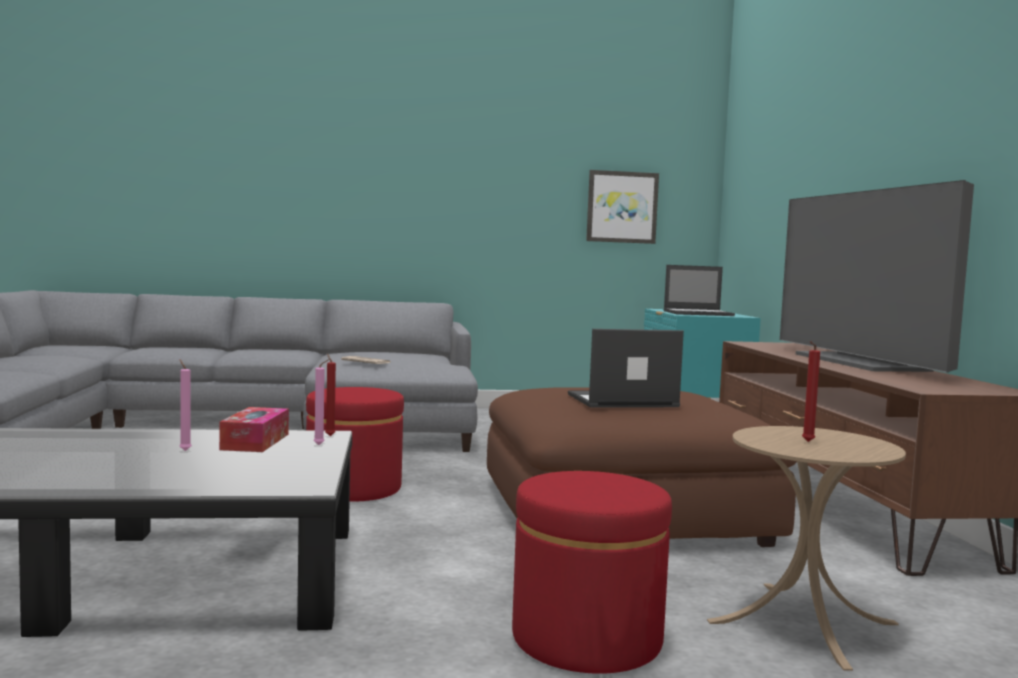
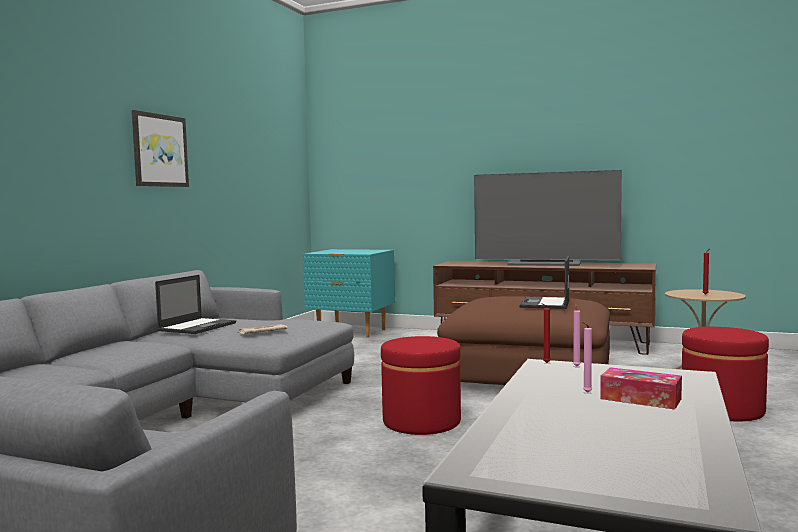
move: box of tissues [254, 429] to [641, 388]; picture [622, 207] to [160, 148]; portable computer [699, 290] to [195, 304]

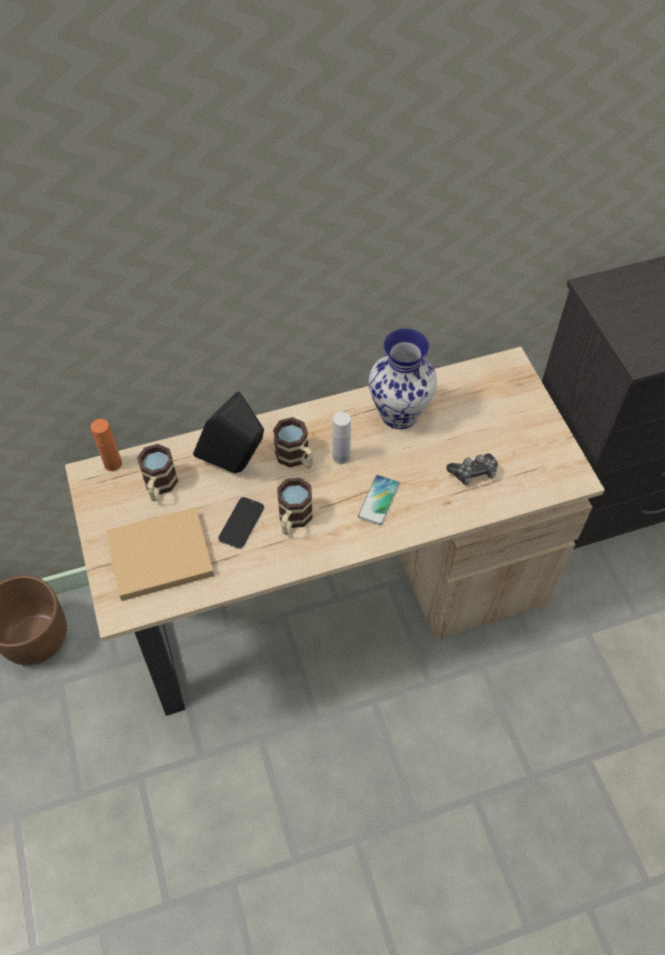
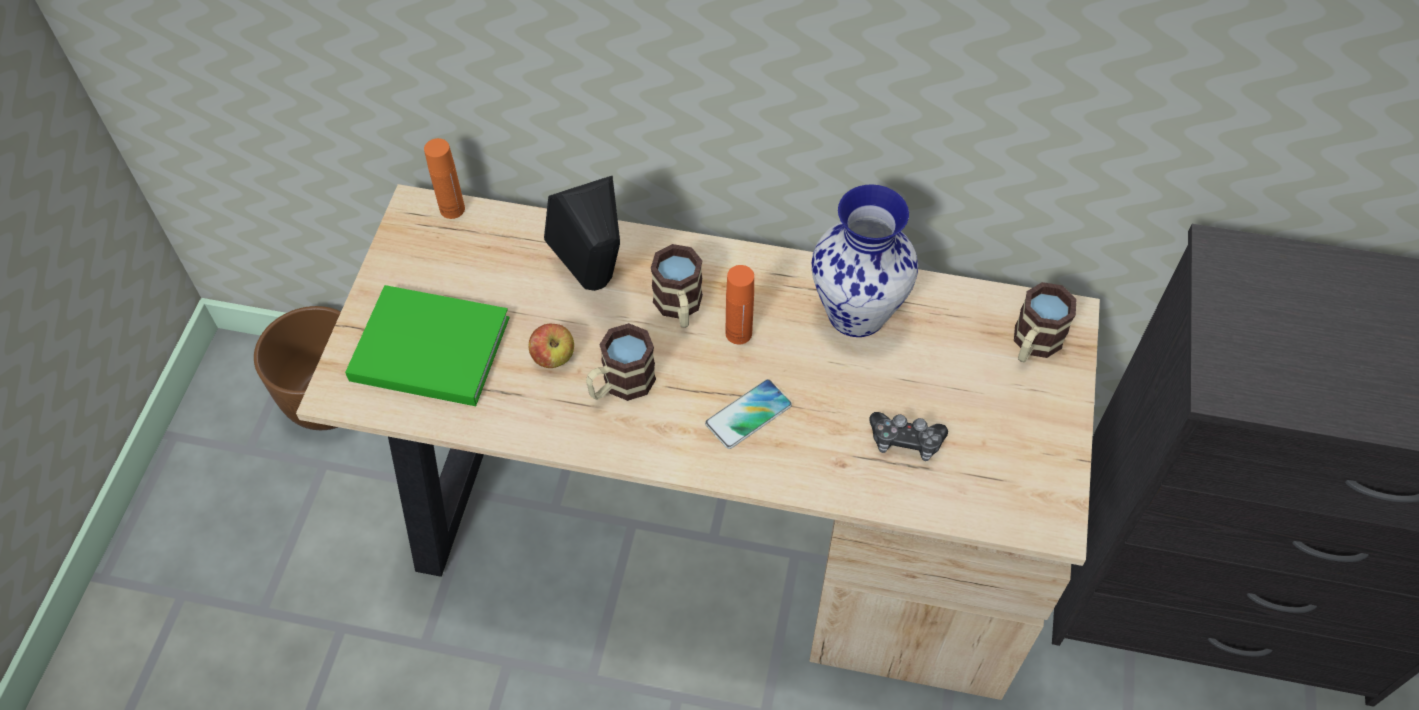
move: tea mug [157, 472] to [1045, 322]
replace: phone [241, 523] to apple fruit [551, 346]
recolor: bound book/beige [160, 554] to bound book/greenish [427, 345]; drink bottle/whitish [341, 438] to drink bottle/orange-coloured [739, 305]

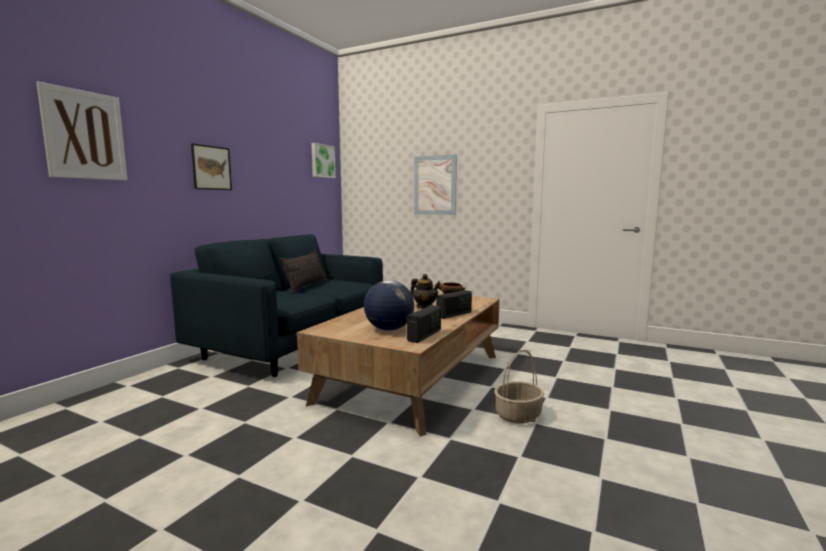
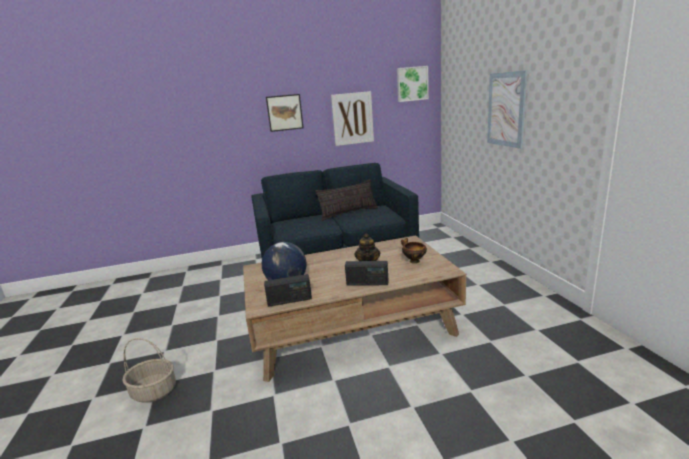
move: picture [81, 130] to [352, 118]; household basket [519, 387] to [149, 370]

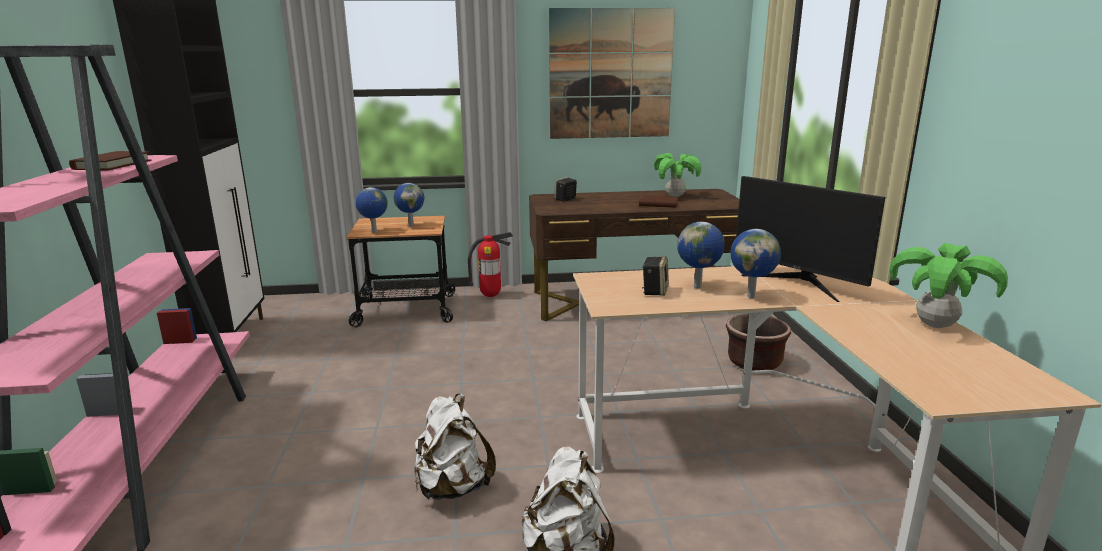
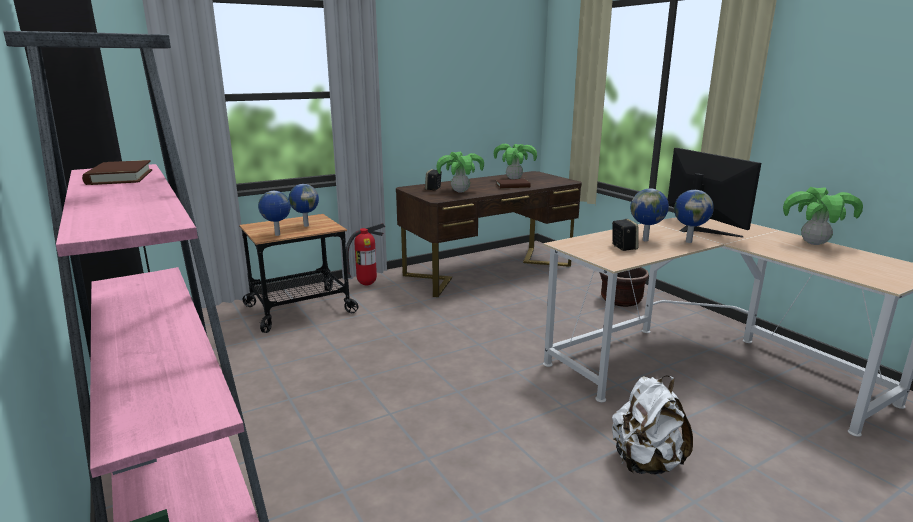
delete: rucksack/whitish [455, 447]; picture [612, 73]
insert: potted plant [460, 172]
rotate: computer screen [810, 239] = [714, 193] 135 degrees counterclockwise

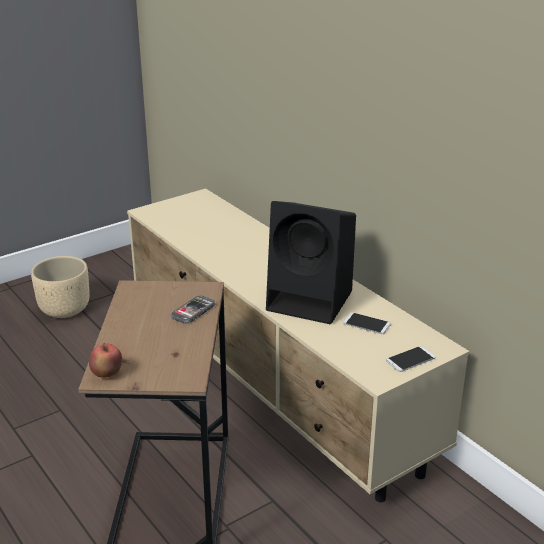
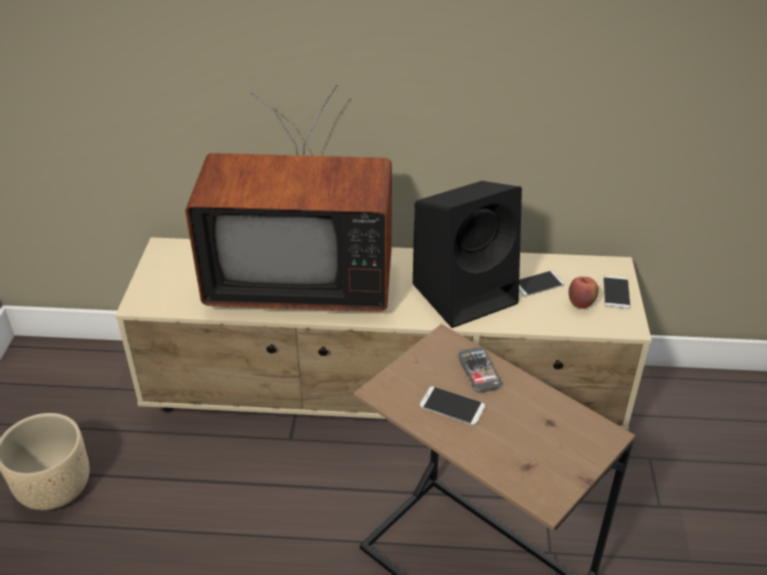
insert: TV set [288, 198]; phone [452, 405]
move: apple fruit [105, 360] to [583, 293]

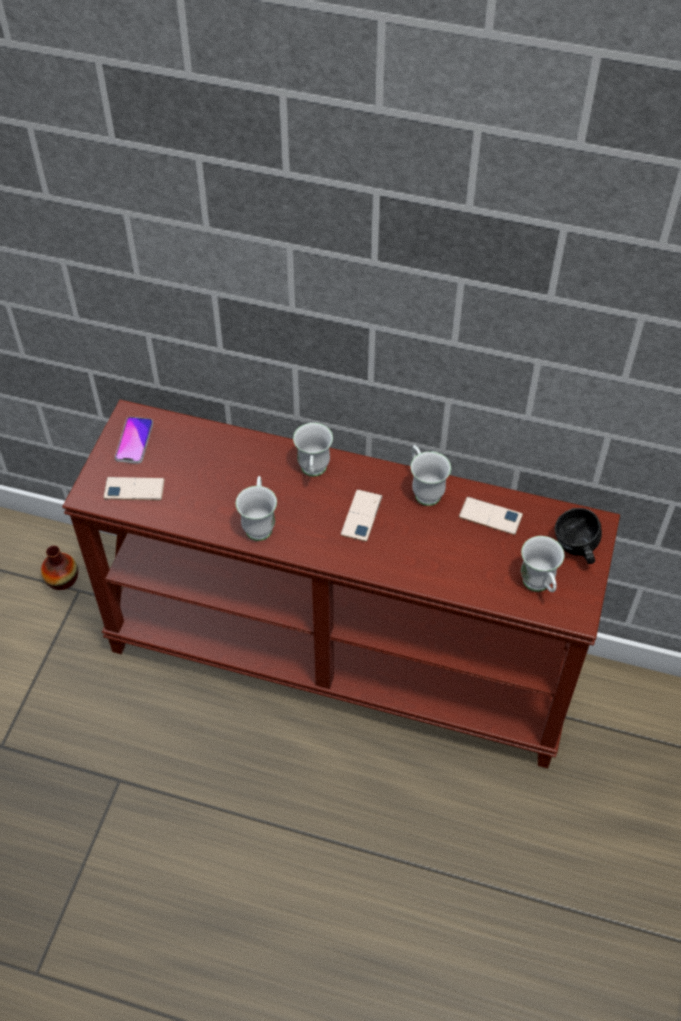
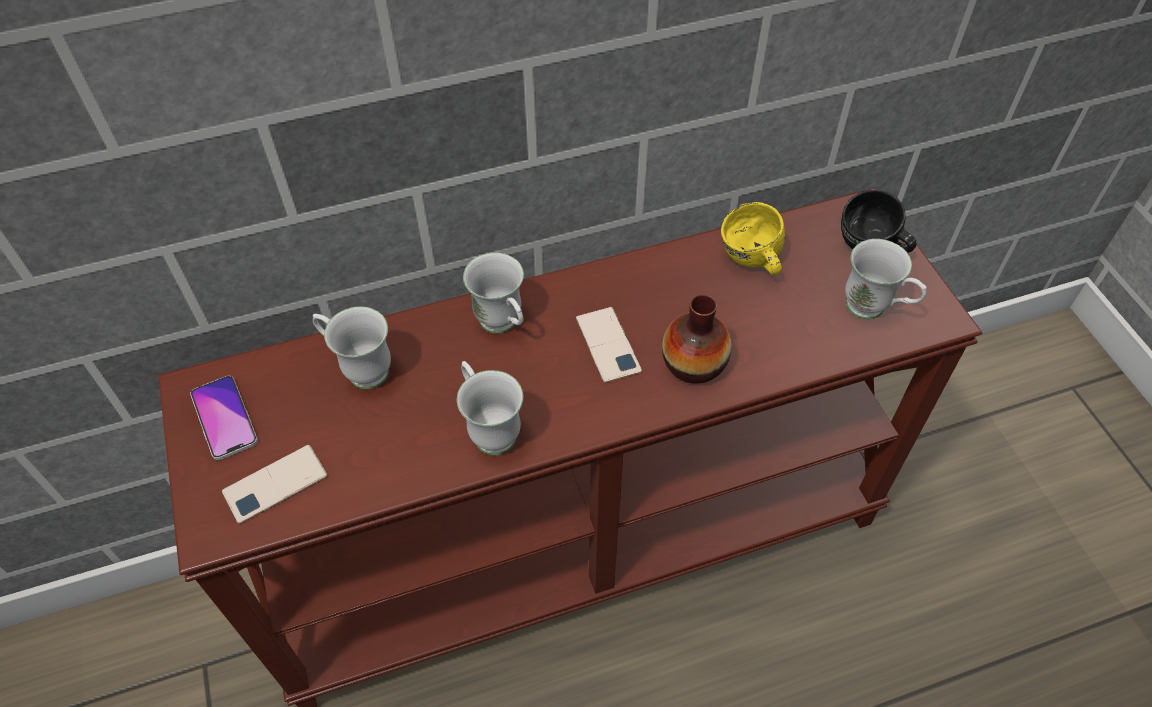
move: flower vase [59, 568] to [697, 339]; tea mug/whitish [431, 475] to [352, 347]
replace: phone [491, 516] to tea mug/yellow-coloured [753, 238]

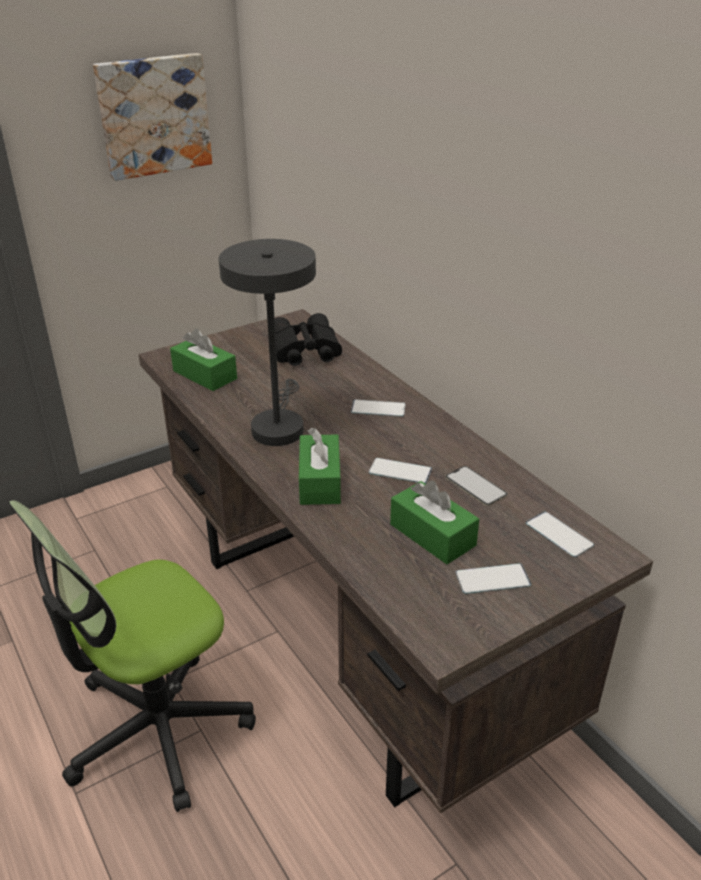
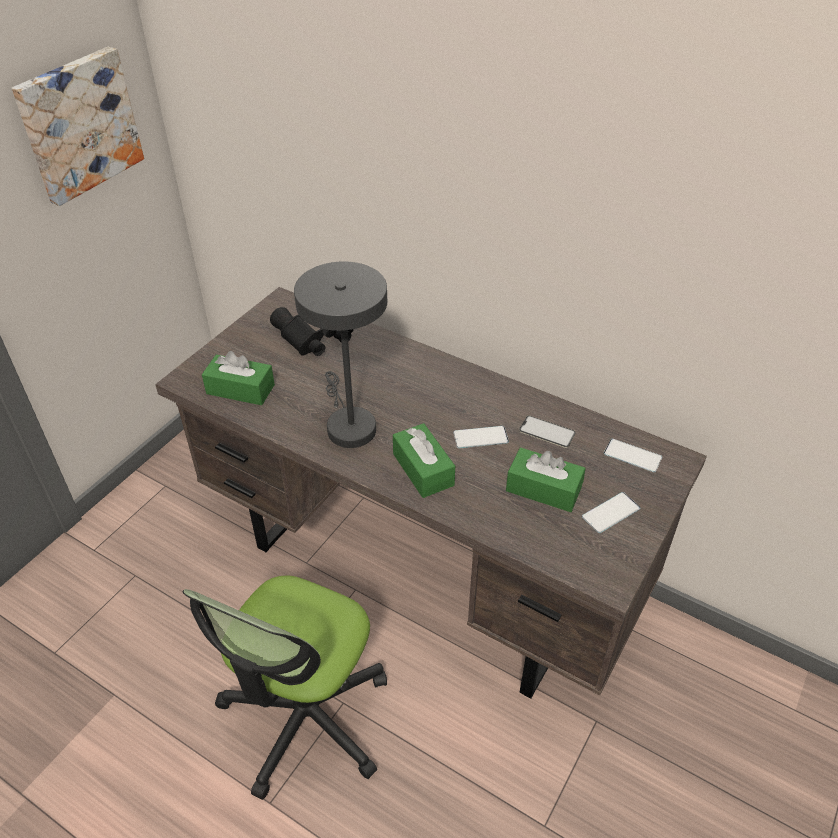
delete: phone [378, 408]

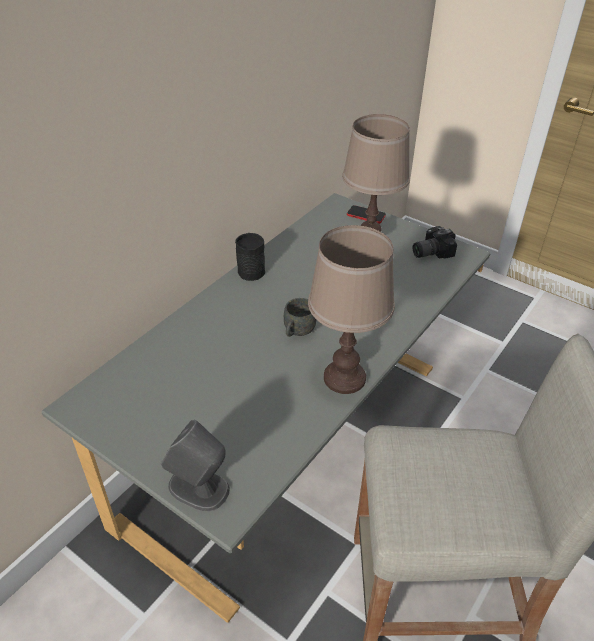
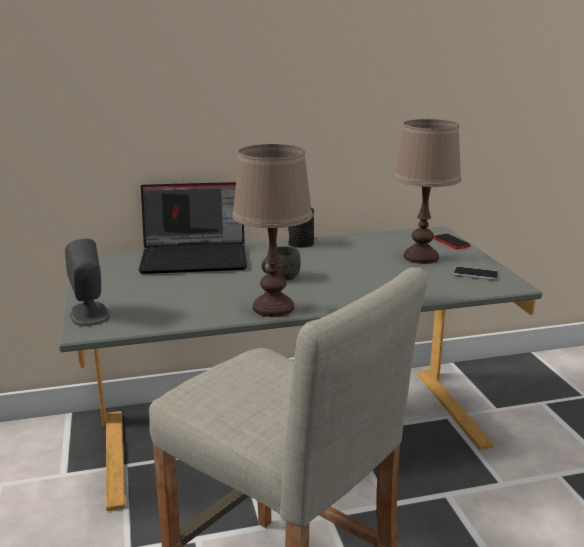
insert: portable computer [192, 228]
replace: still camera [435, 242] to phone [475, 273]

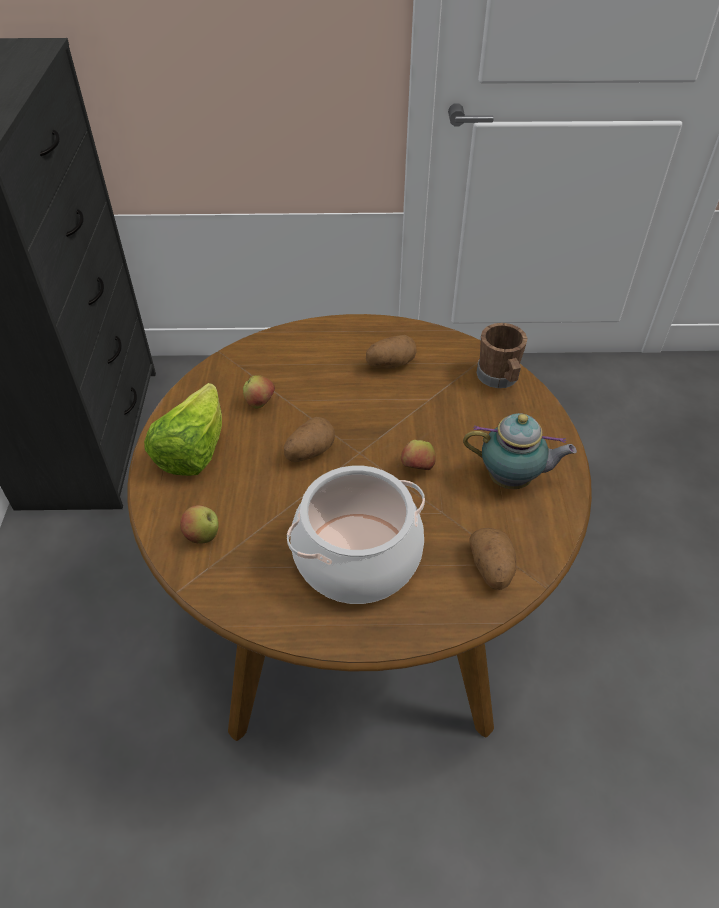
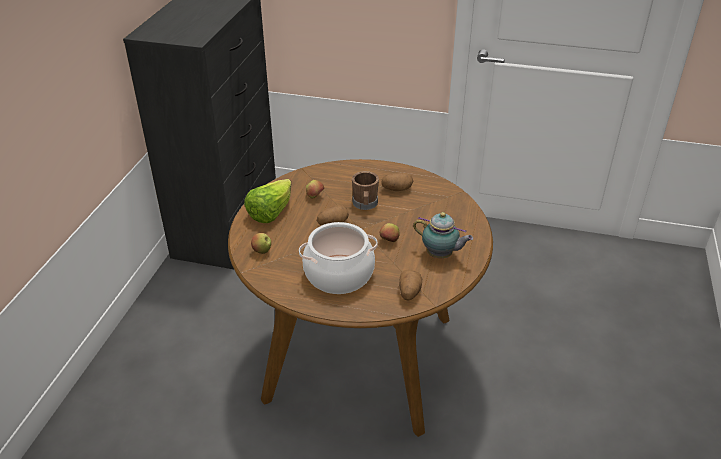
move: tea mug/brownish [501, 355] to [365, 190]

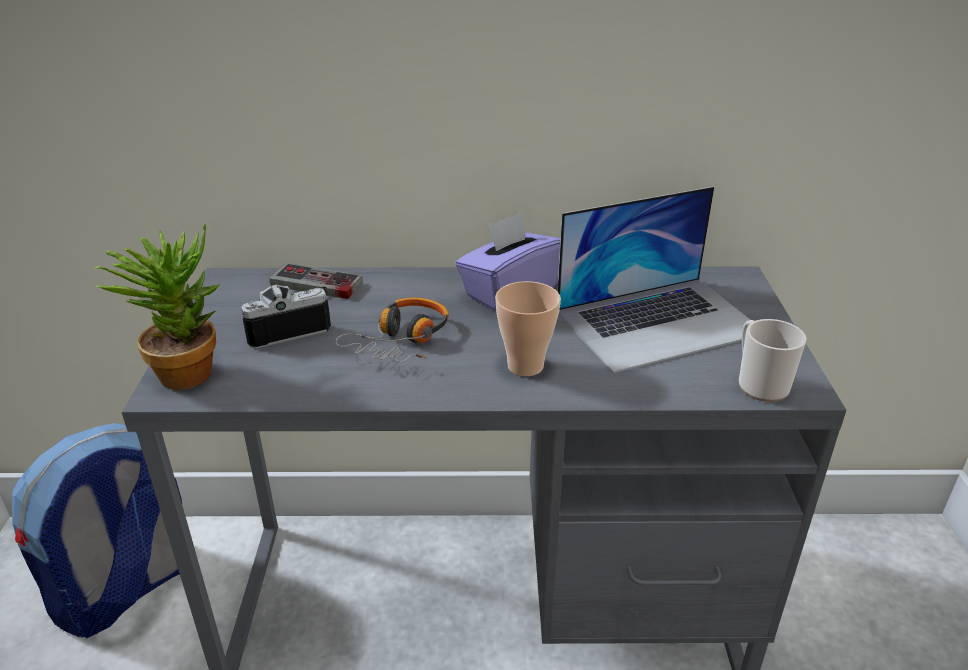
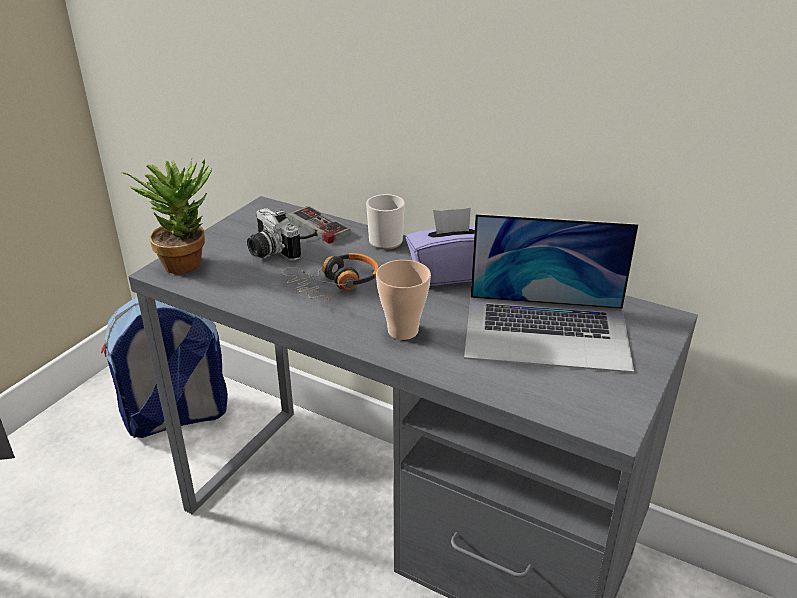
move: tea mug [772, 360] to [385, 222]
rotate: still camera [286, 317] = [274, 234] 135 degrees counterclockwise

